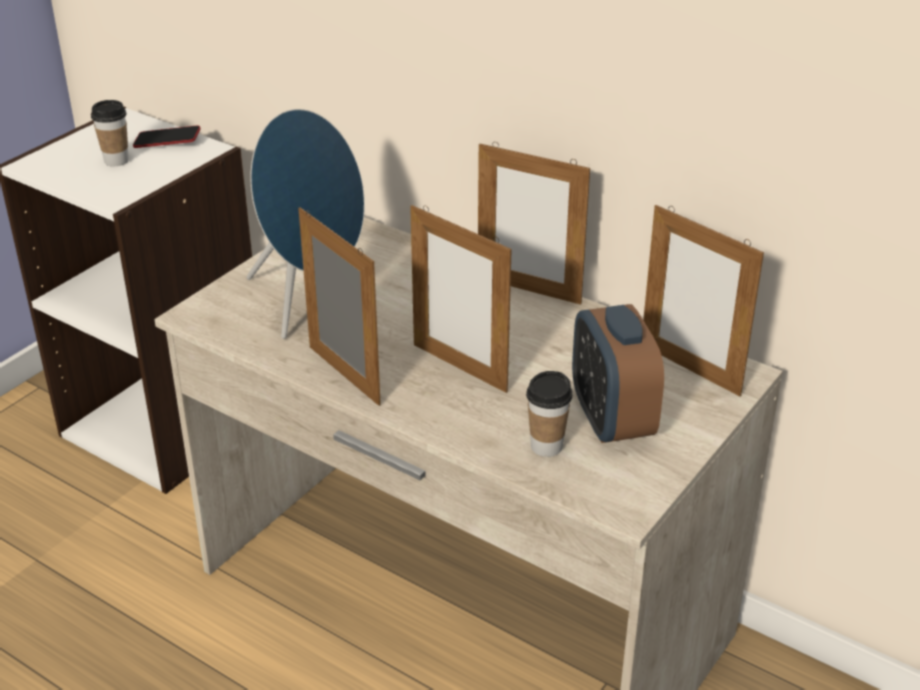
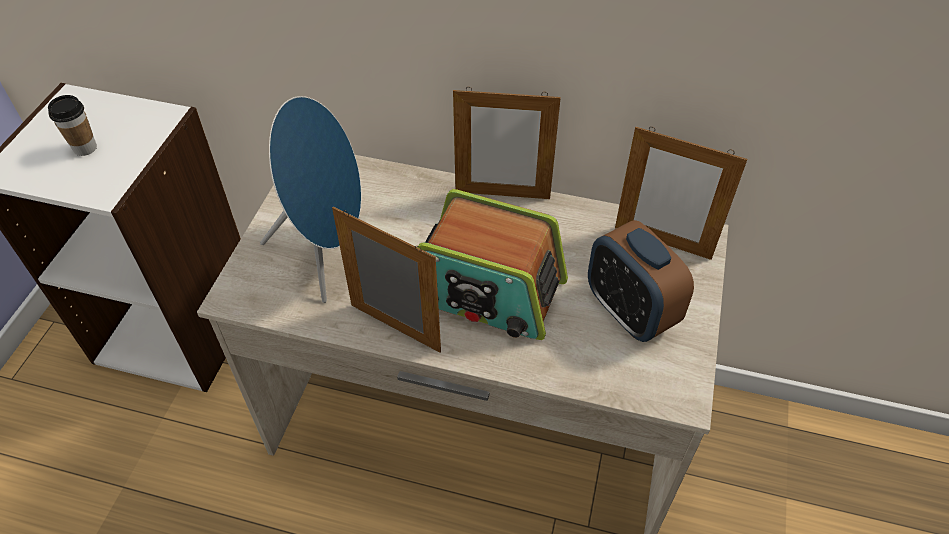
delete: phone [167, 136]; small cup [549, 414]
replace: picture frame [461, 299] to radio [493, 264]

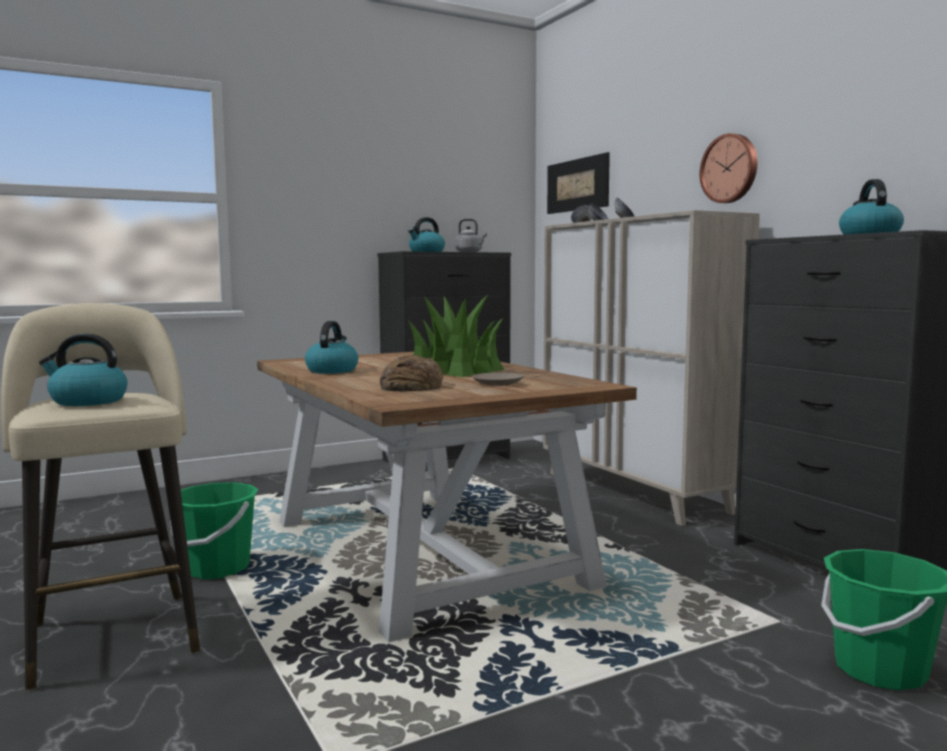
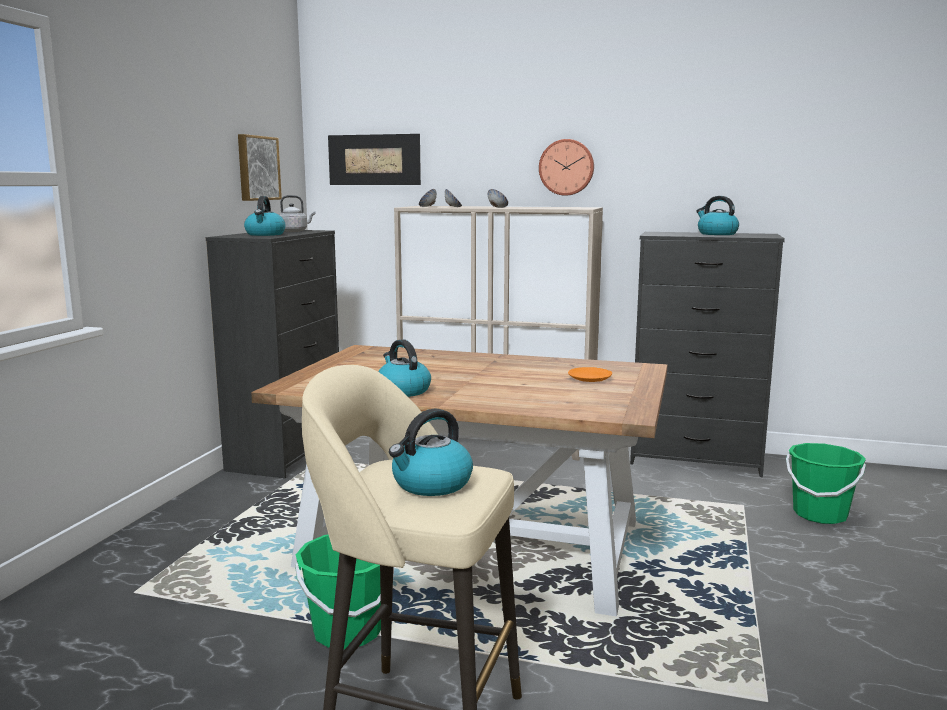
delete: bakery bread [411, 373]; potted plant [456, 336]
insert: picture [260, 167]
recolor: flat dish/beige [498, 379] to flat dish/orange-coloured [590, 374]

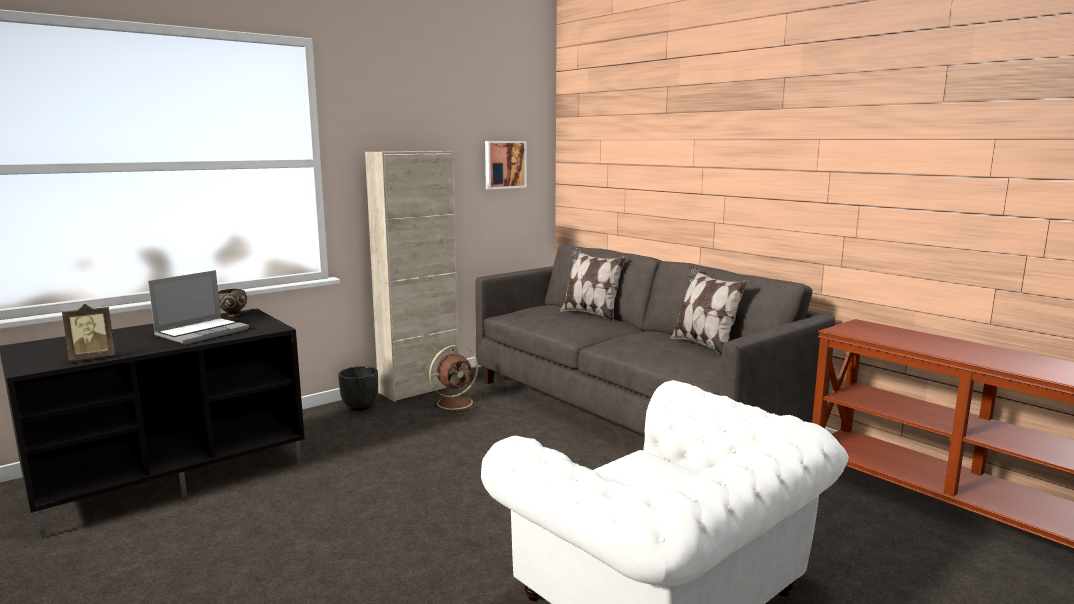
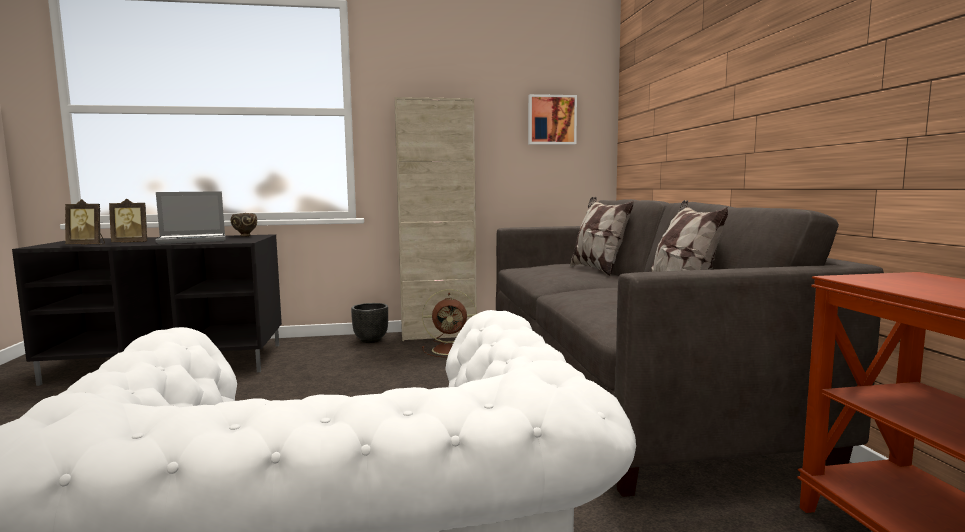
insert: picture frame [128, 221]

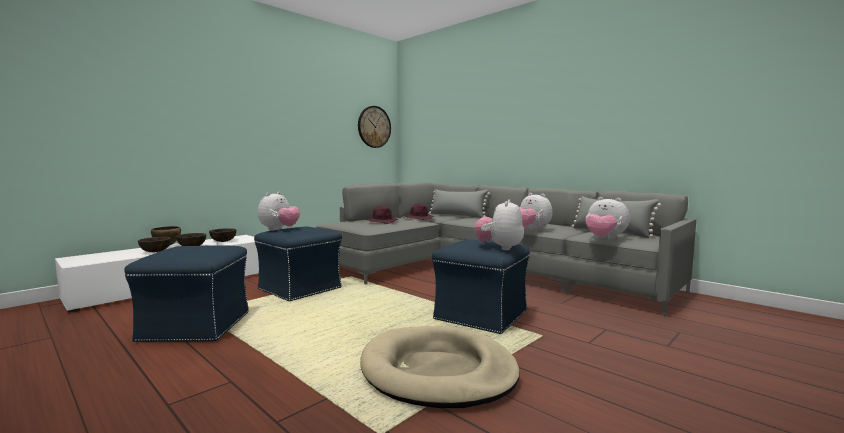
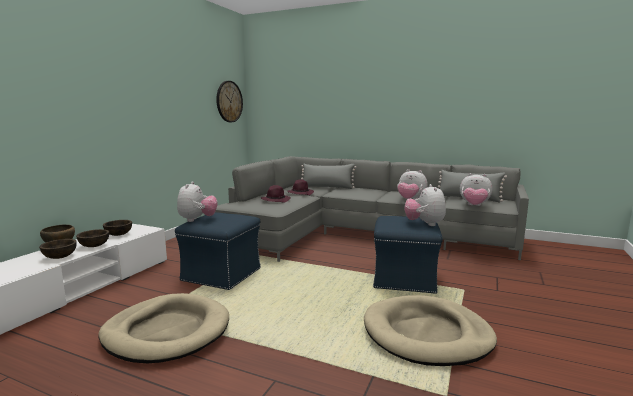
replace: footrest/blue [186, 293] to pet bed/beige [164, 328]

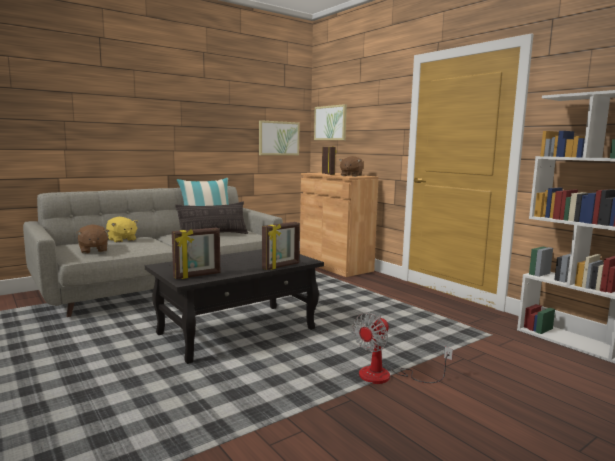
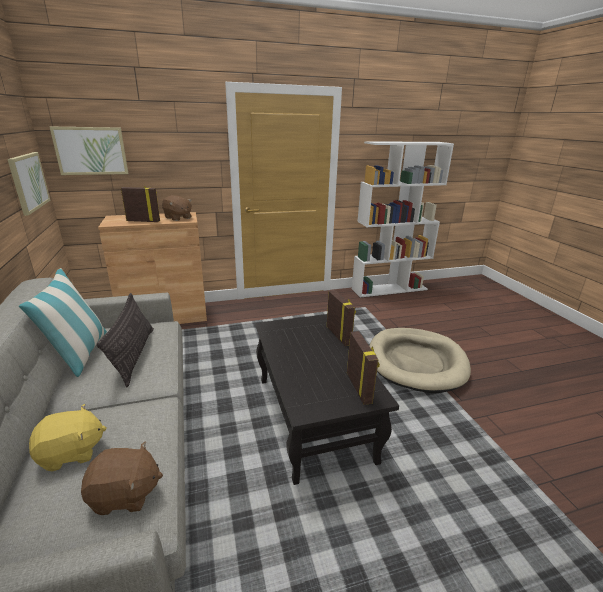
replace: cooling fan [403, 348] to pet bed/beige [420, 360]

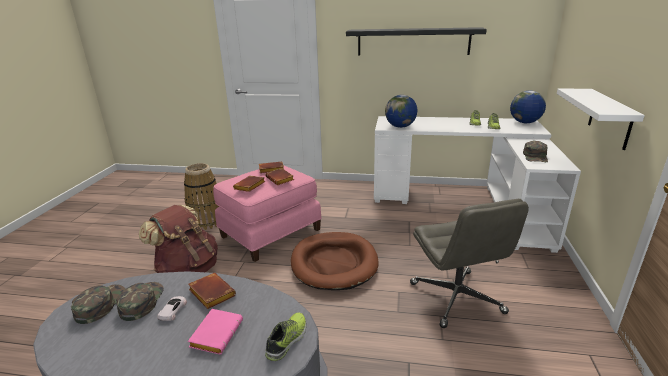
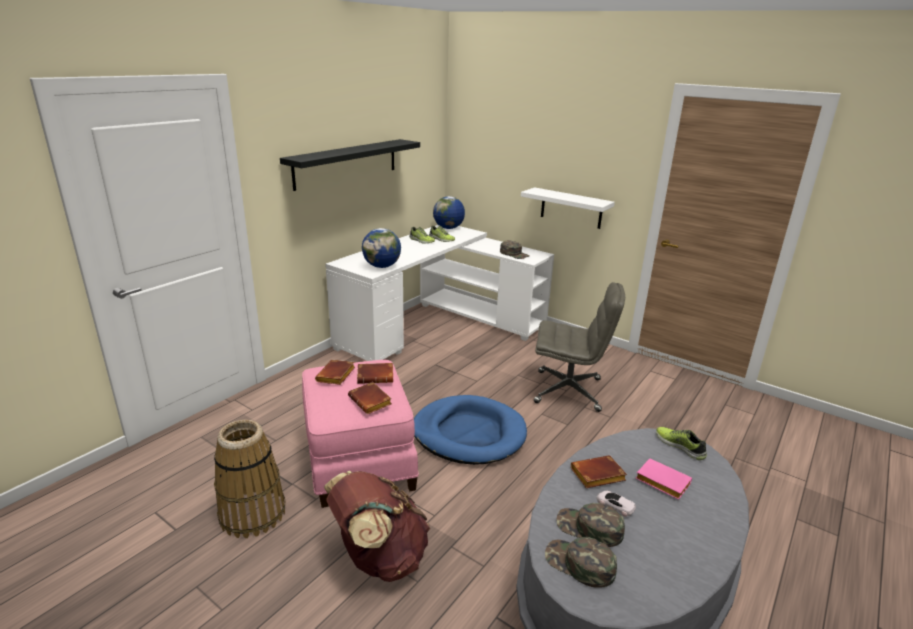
recolor: pet bed/brownish [335, 261] to pet bed/blue [470, 430]

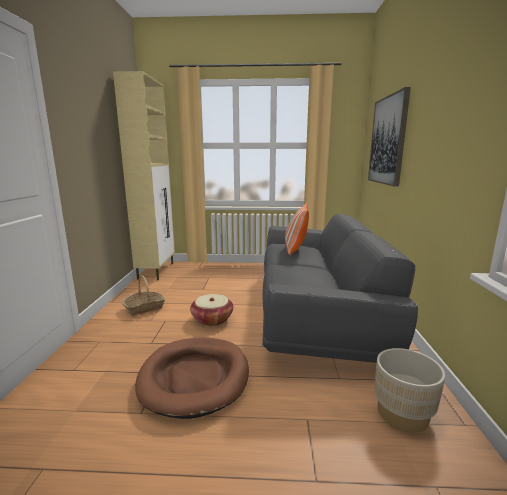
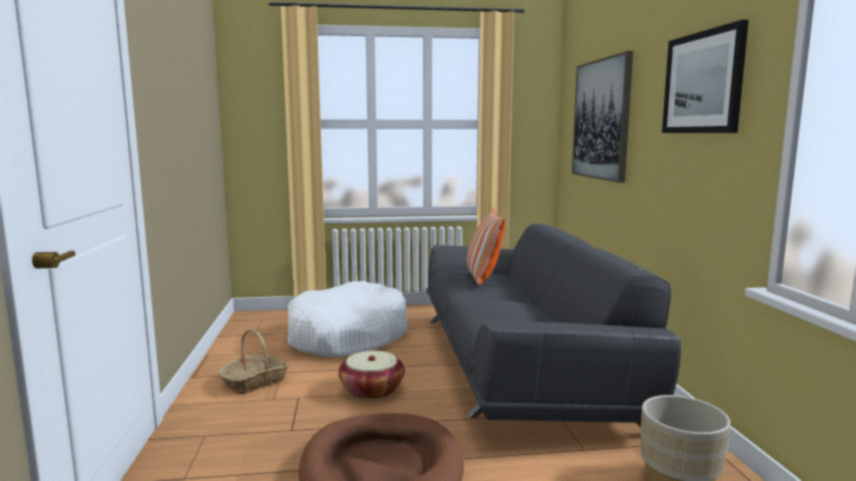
delete: cupboard/beige [144, 175]
insert: pet bed/whitish [348, 319]; picture [705, 76]

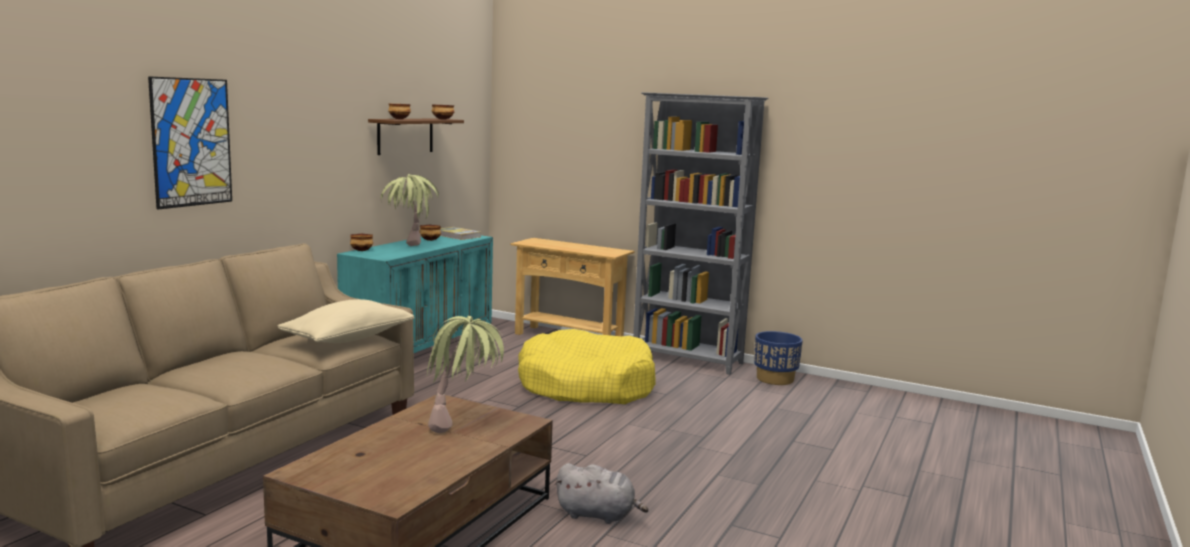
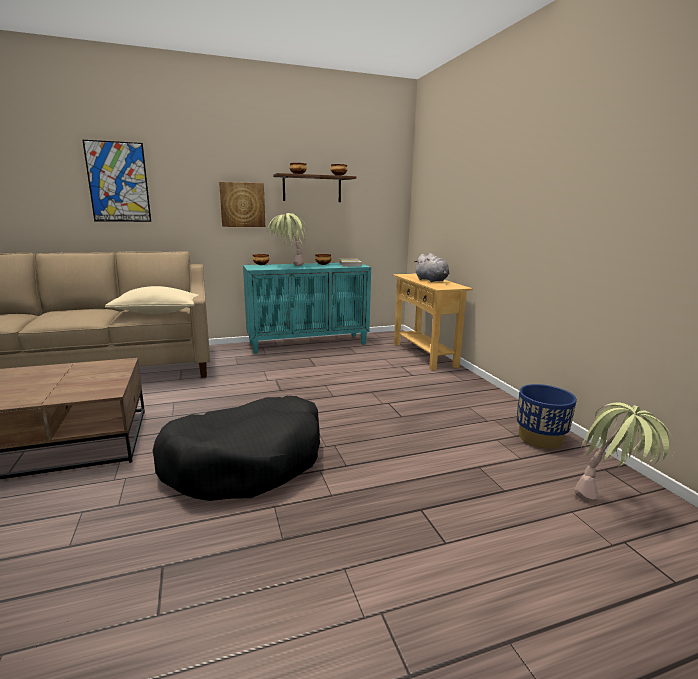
delete: pet bed/yellow-coloured [586, 366]; bookshelf/greyish [701, 233]
insert: pet bed/black [236, 448]; picture [242, 204]
move: potted plant [468, 374] to [624, 452]; cuddly toy/greyish [601, 493] to [431, 267]

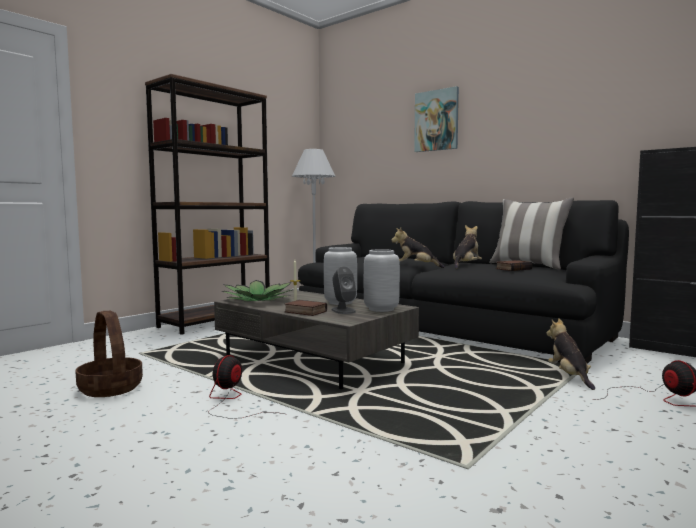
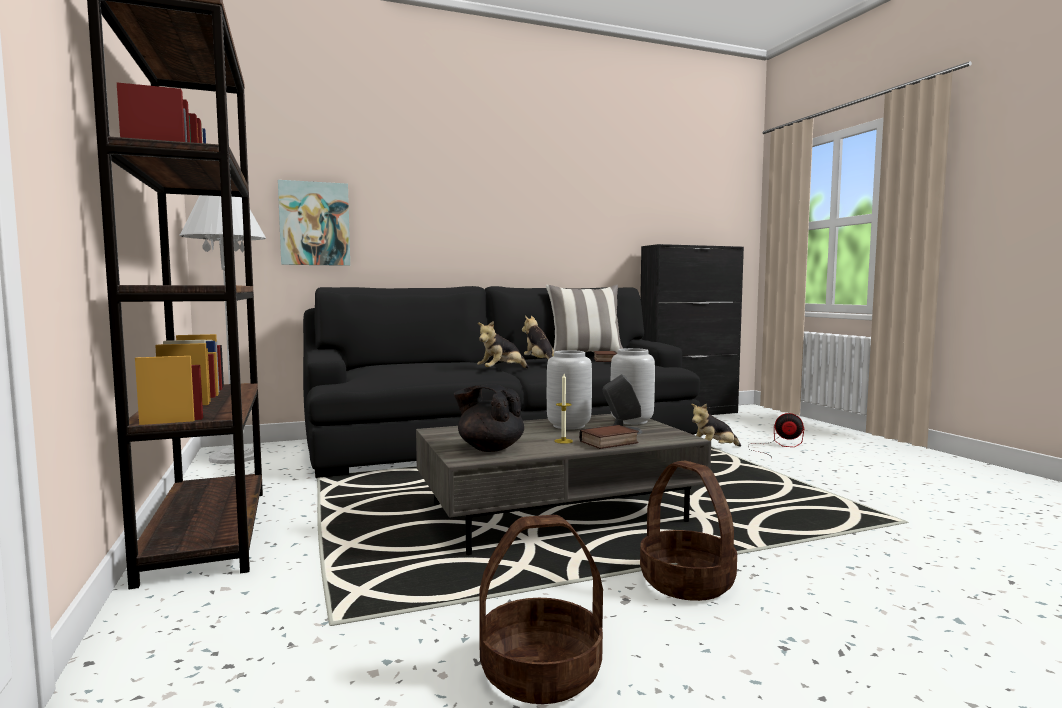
move: picture [436, 119] to [314, 223]
replace: cooling fan [246, 387] to household basket [688, 531]; potted plant [257, 290] to tea pot/black [489, 418]
rotate: cuddly toy [570, 354] = [716, 425] 45 degrees counterclockwise

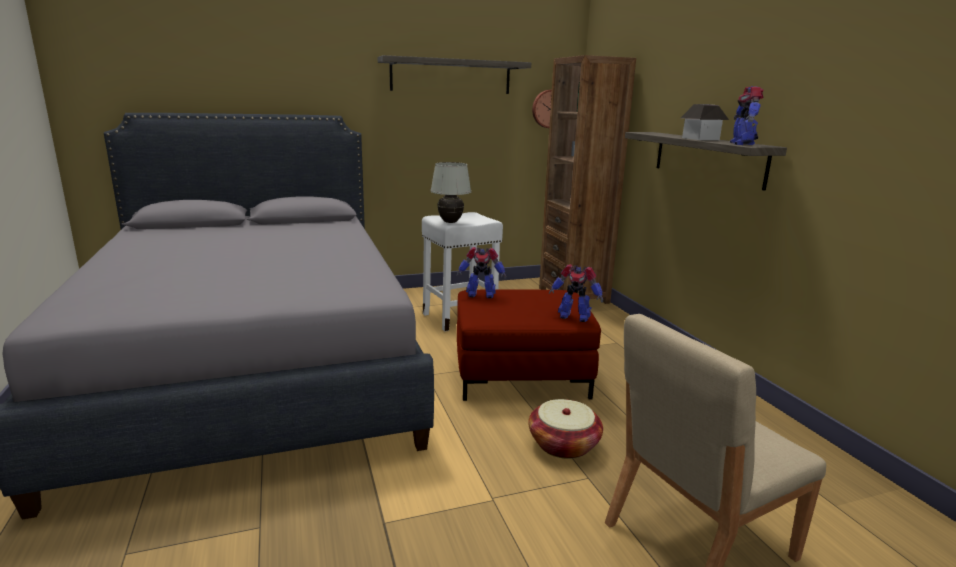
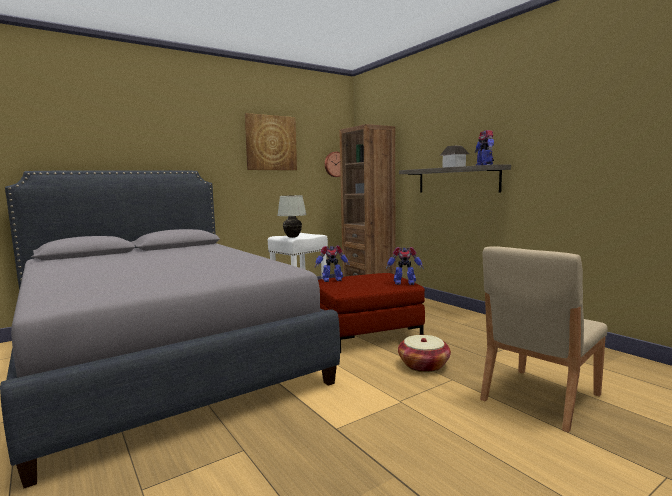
replace: wall shelf [454, 74] to picture [271, 141]

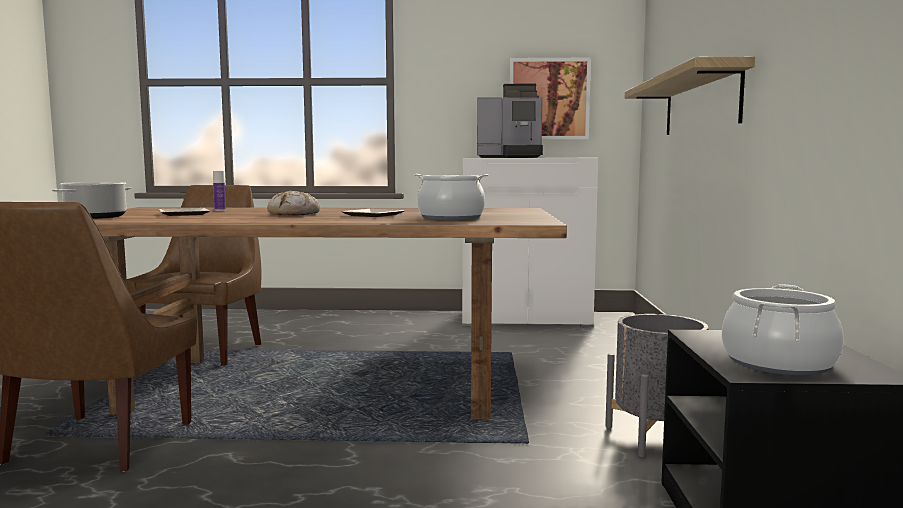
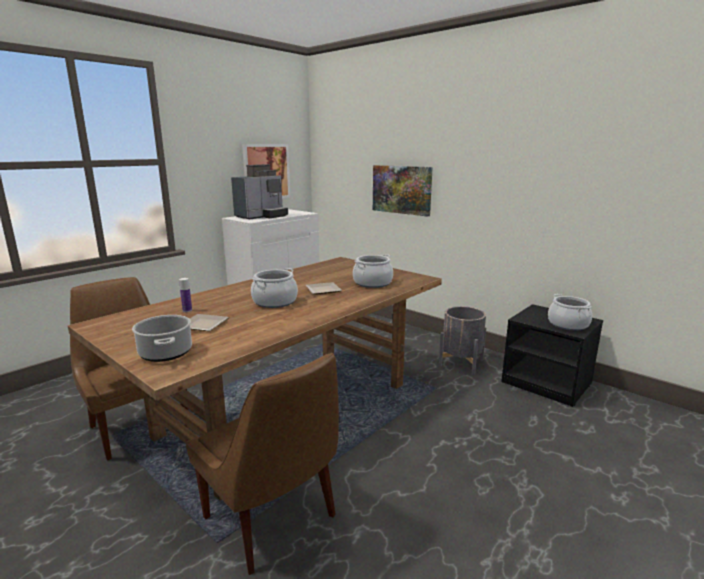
replace: bakery bread [293, 203] to cooking pot [274, 288]; wall shelf [690, 96] to picture [403, 191]

